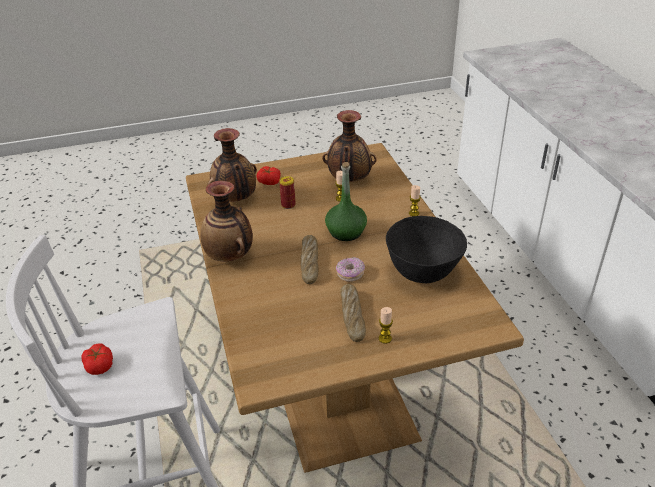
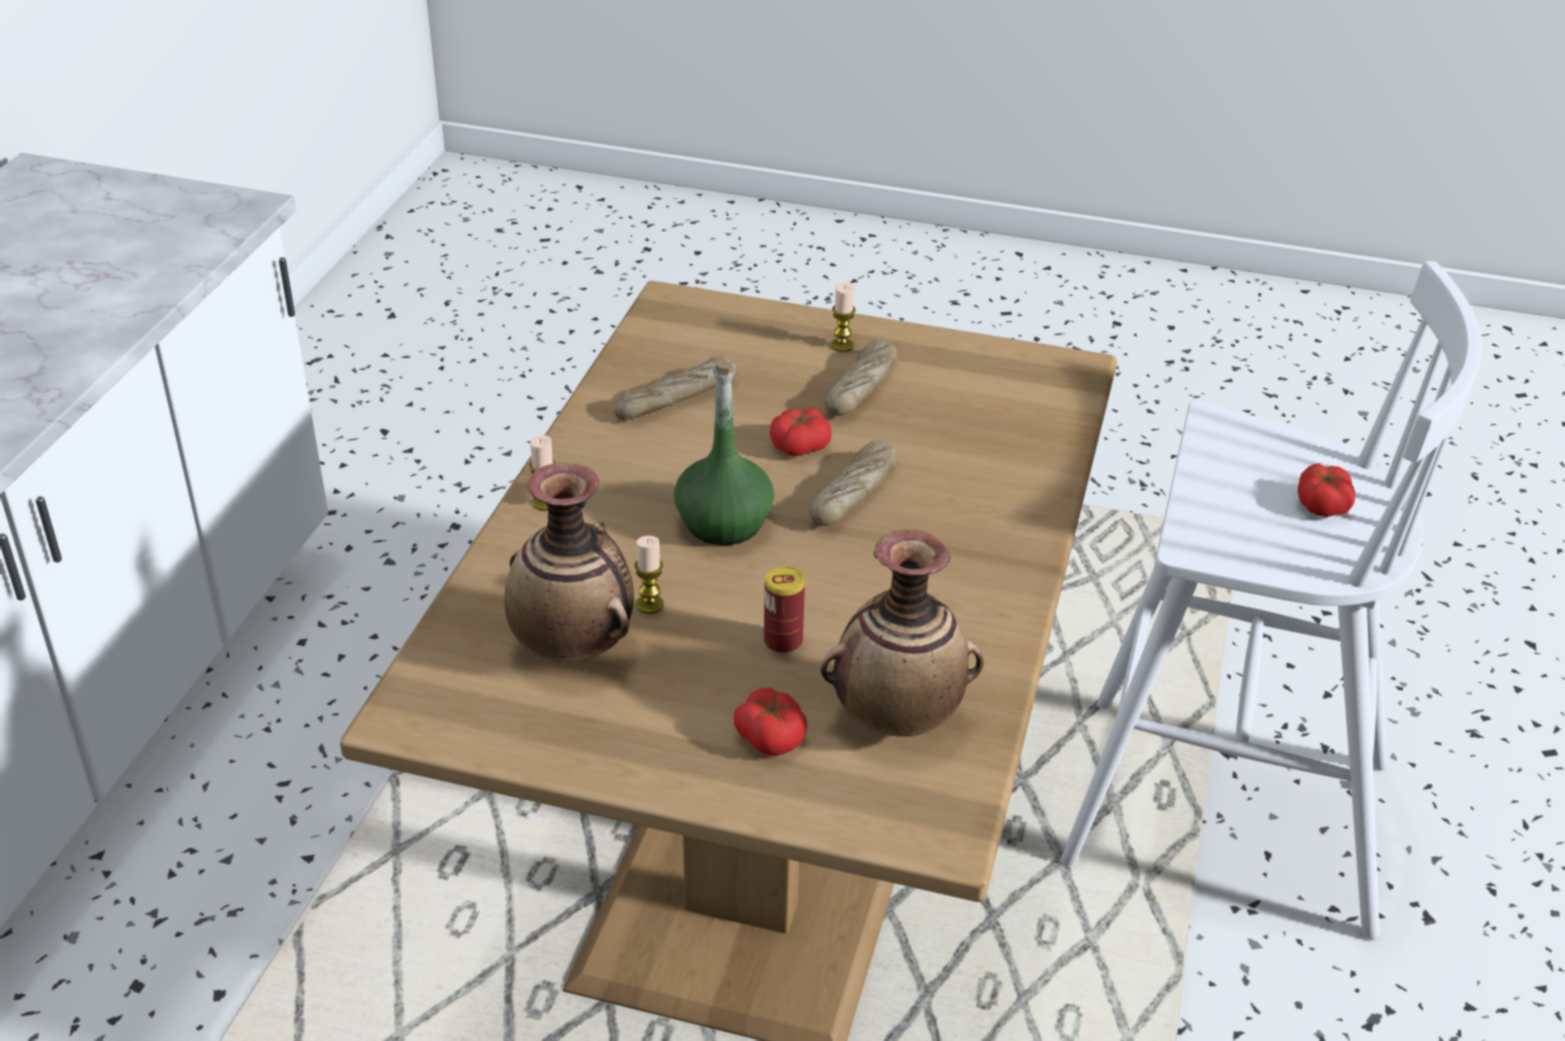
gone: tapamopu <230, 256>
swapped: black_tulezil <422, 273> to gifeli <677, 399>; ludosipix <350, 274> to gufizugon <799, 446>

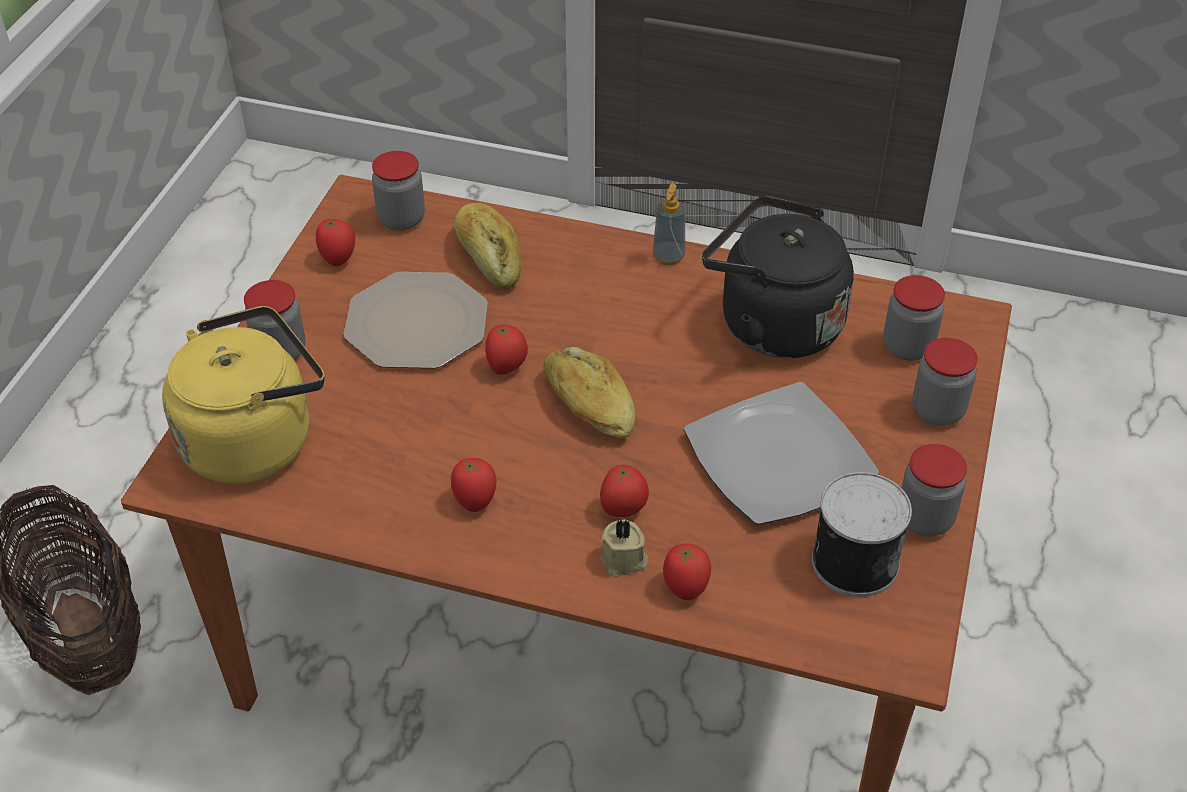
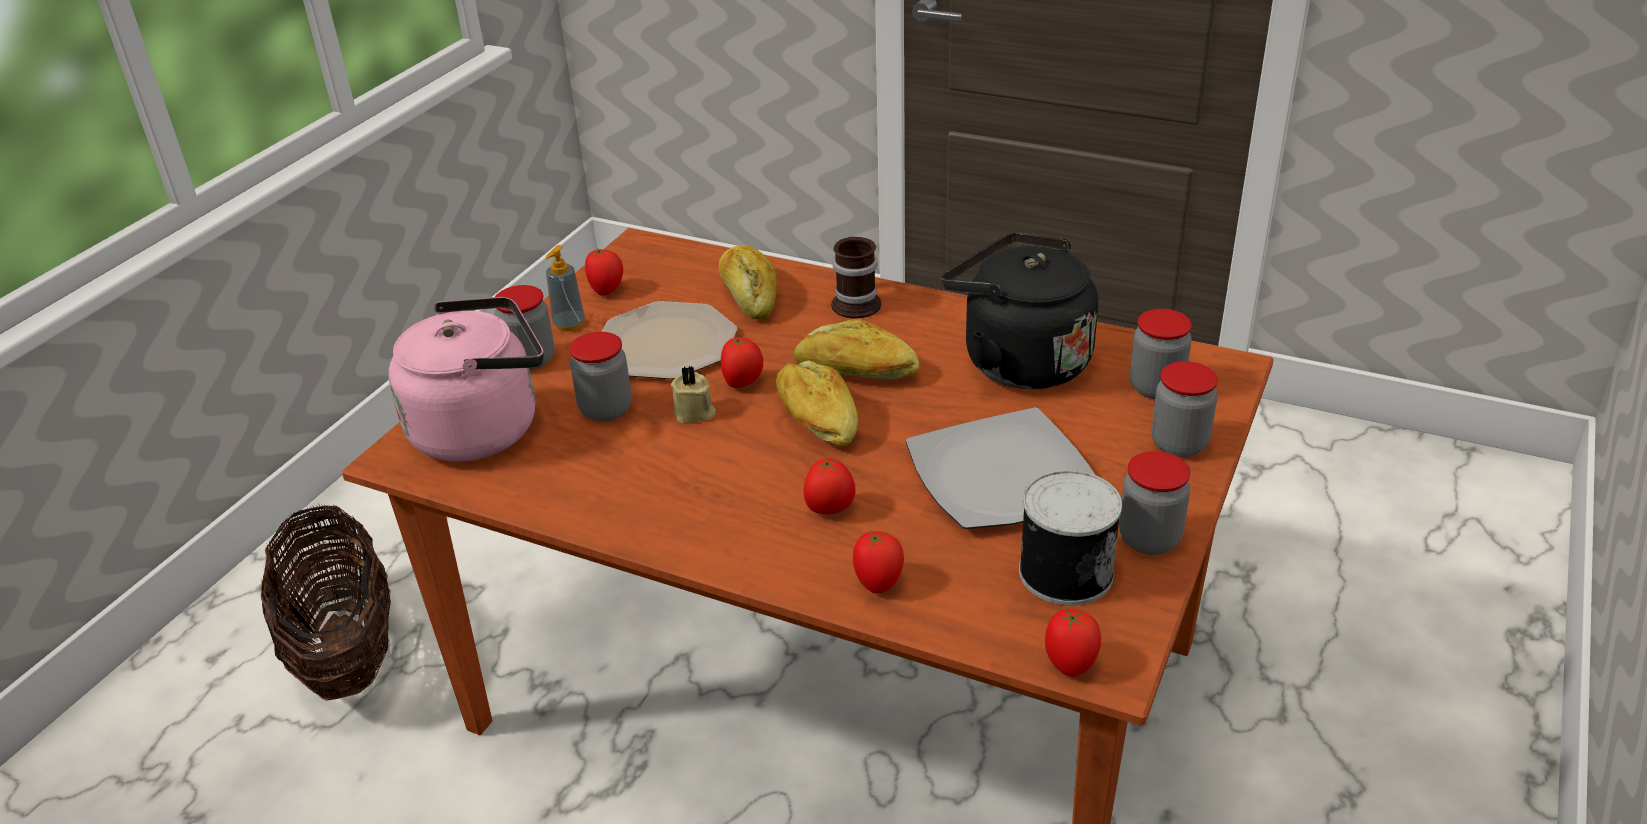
new: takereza <857, 302>; gifeli <856, 372>
shifted: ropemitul <401, 219> to <606, 410>; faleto <668, 256> to <569, 324>; gufizugon <475, 501> to <1070, 664>; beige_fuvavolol <624, 561> to <694, 413>
repainted: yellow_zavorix <254, 439> to pink_zavorix <483, 428>

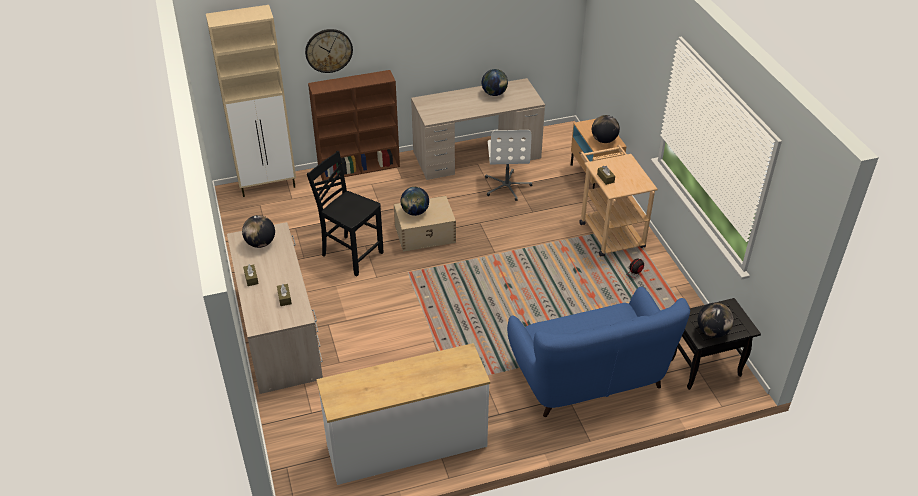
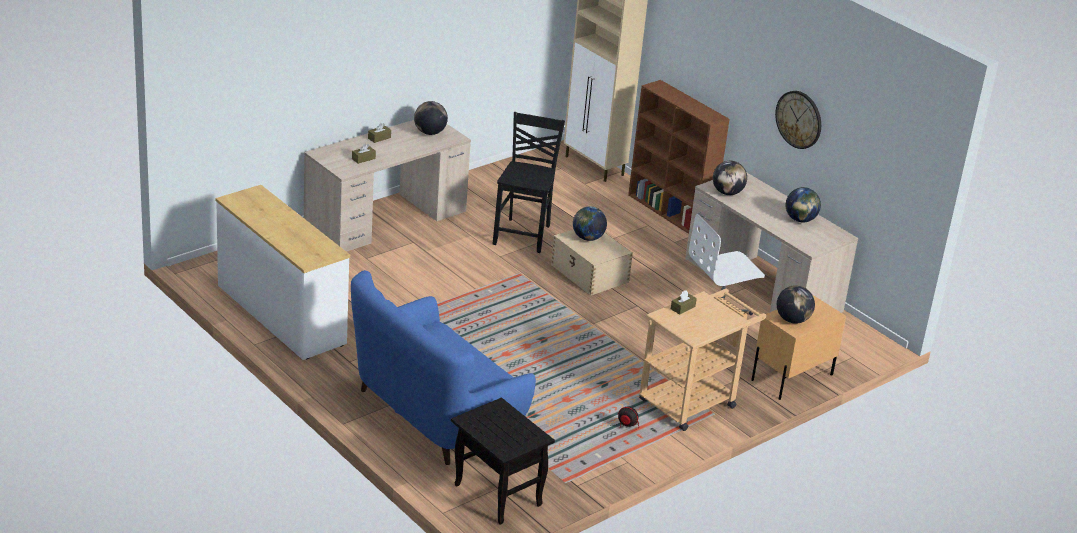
shifted: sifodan <328, 50> to <799, 119>; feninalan <712, 332> to <727, 193>

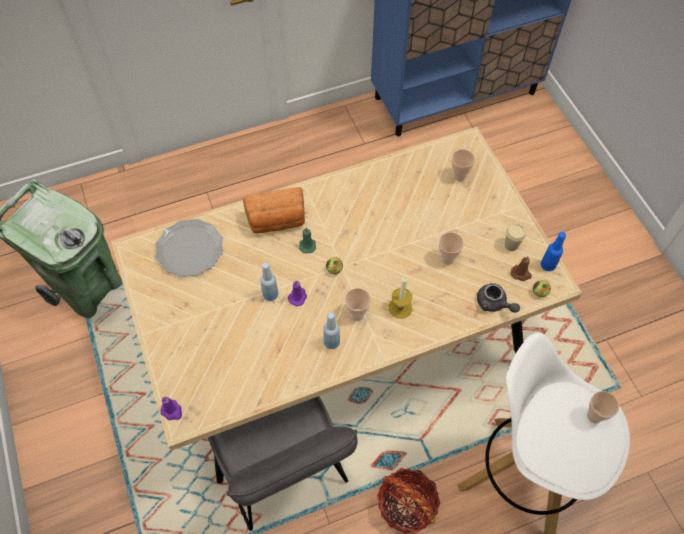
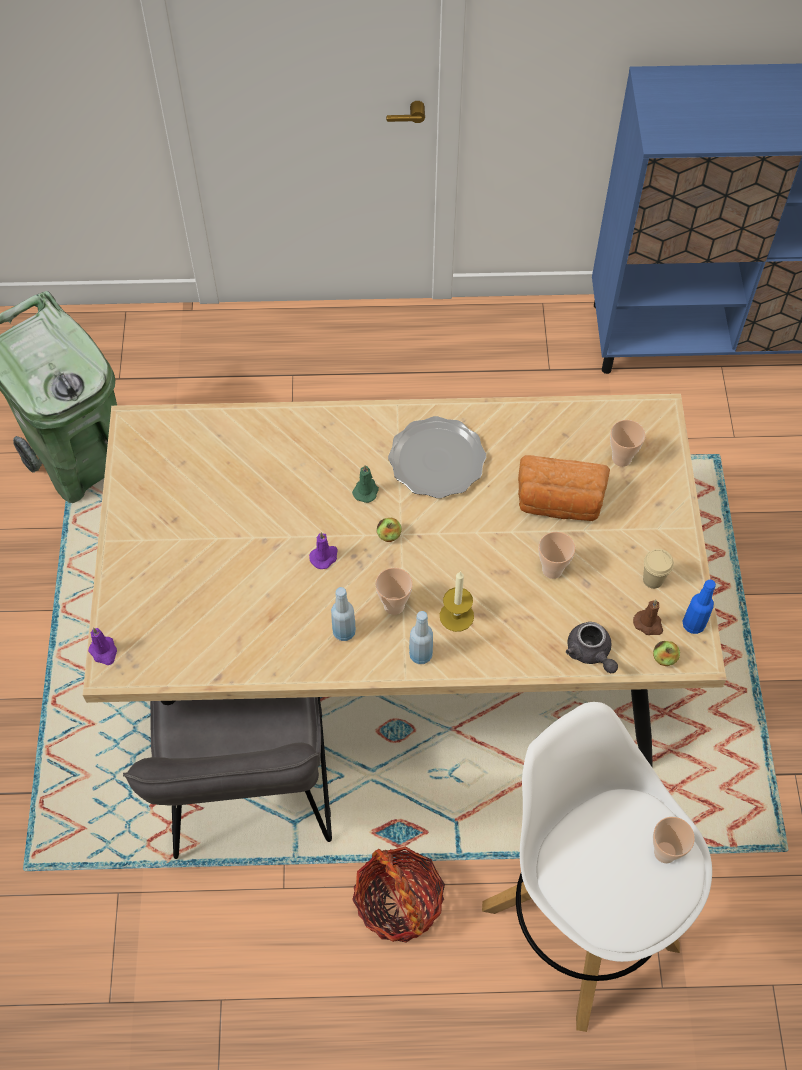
shifted: gifeli <277, 221> to <559, 503>; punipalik <190, 250> to <437, 460>; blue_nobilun <270, 295> to <420, 655>

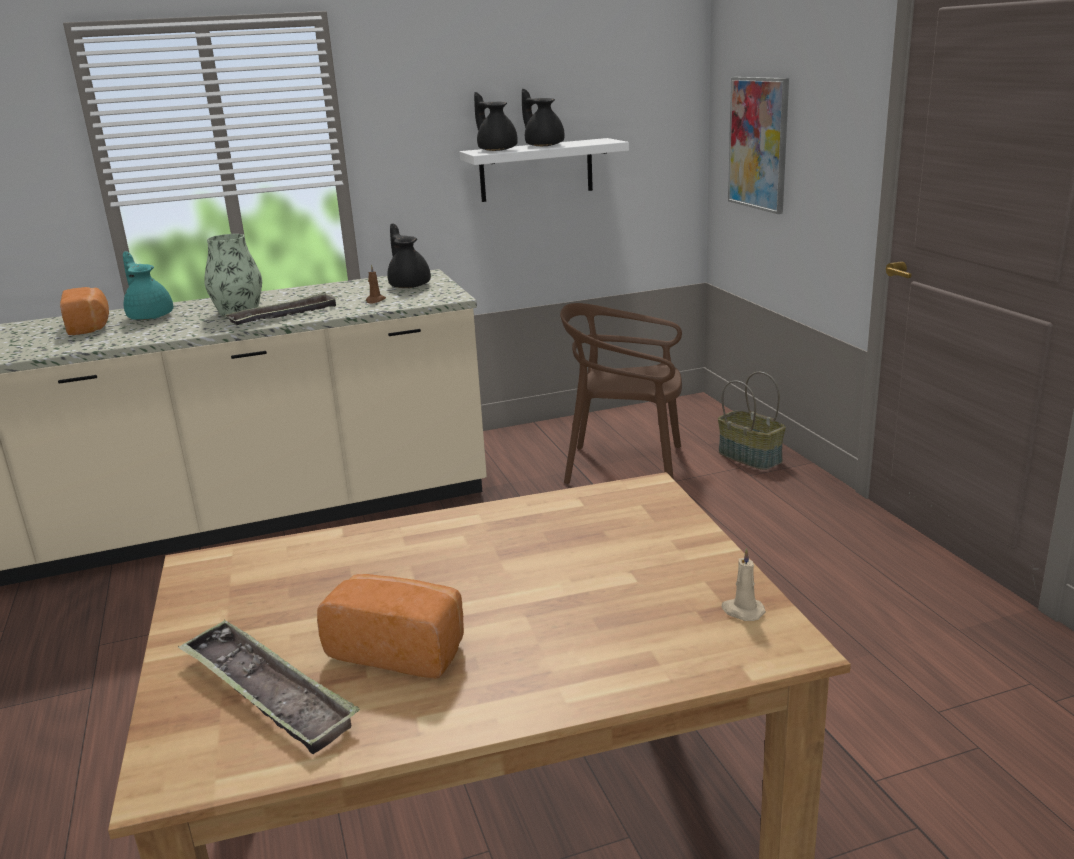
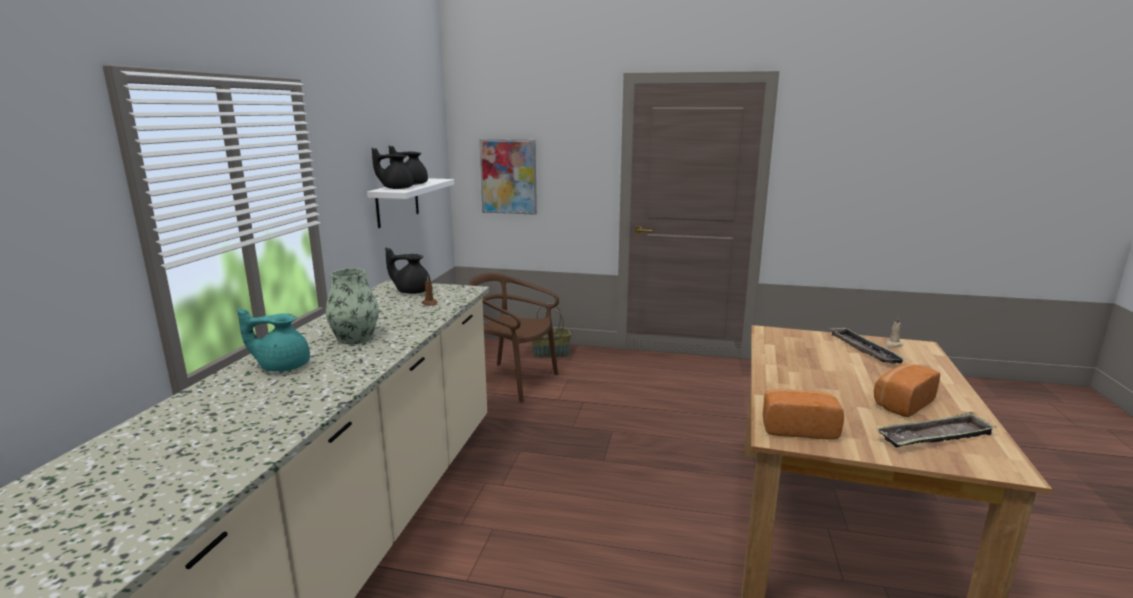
shifted: gifeli <90, 326> to <797, 428>; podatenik <284, 315> to <864, 350>
rotated: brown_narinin <626, 467> = <512, 381> 75 degrees clockwise

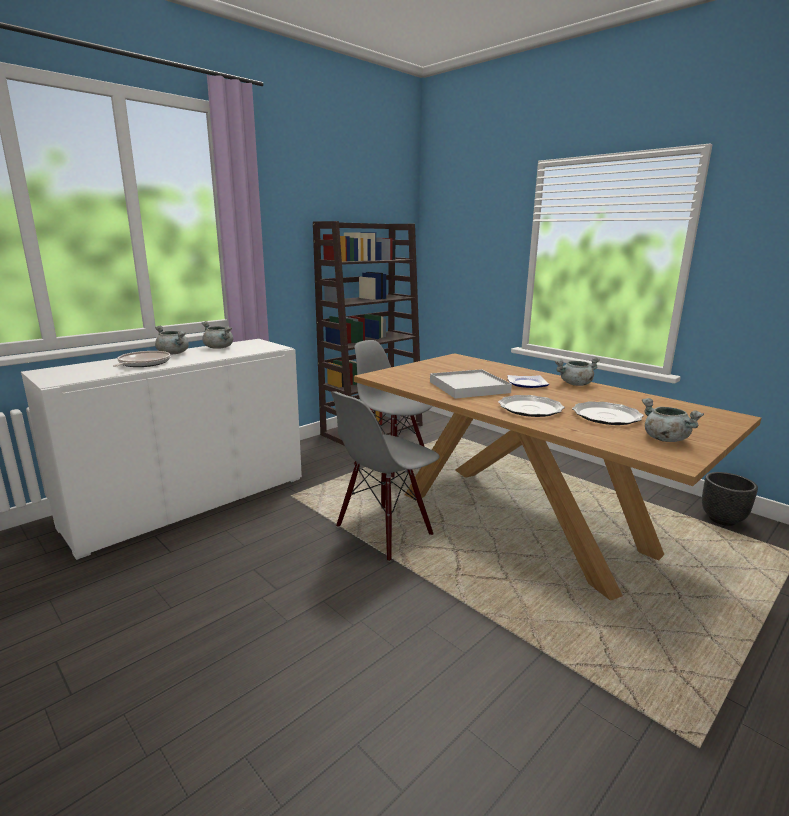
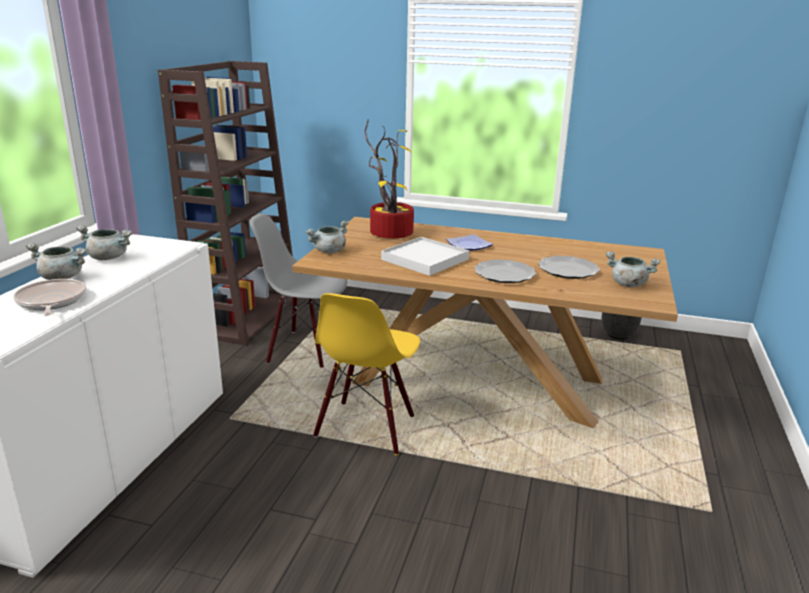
new: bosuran <387, 233>
shifted: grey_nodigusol <575, 384> to <329, 251>
repainted: grey_narinin <384, 532> to yellow_narinin <366, 427>

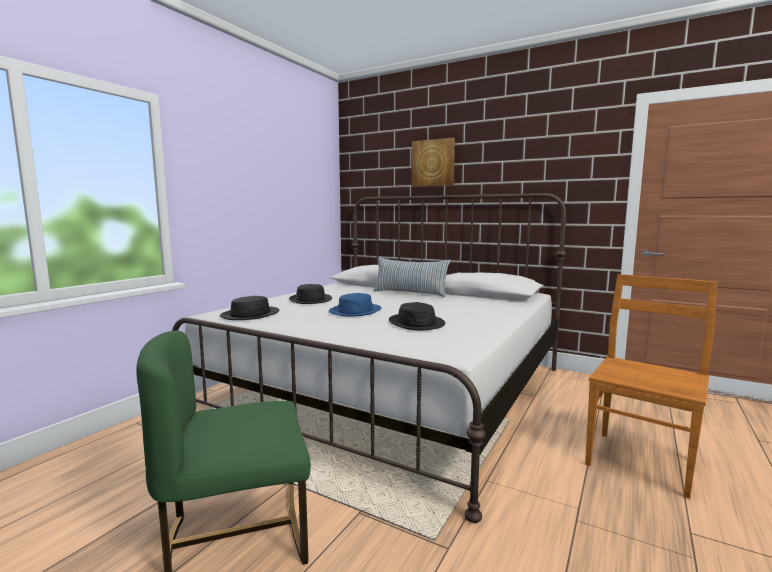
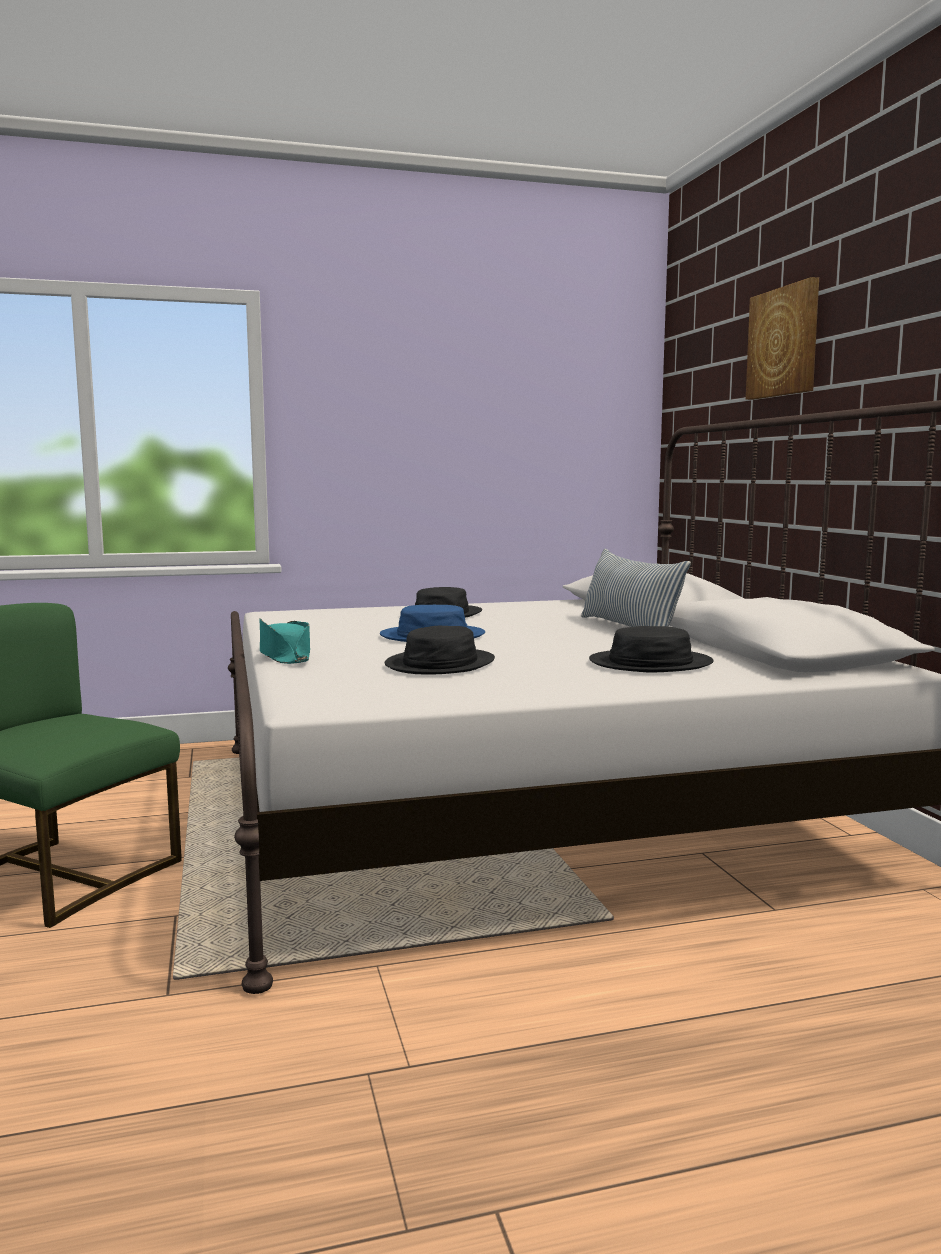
gone: brown_narinin <641, 461>
new: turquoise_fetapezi <285, 656>
shifted: black_fetapezi <250, 314> to <650, 663>

